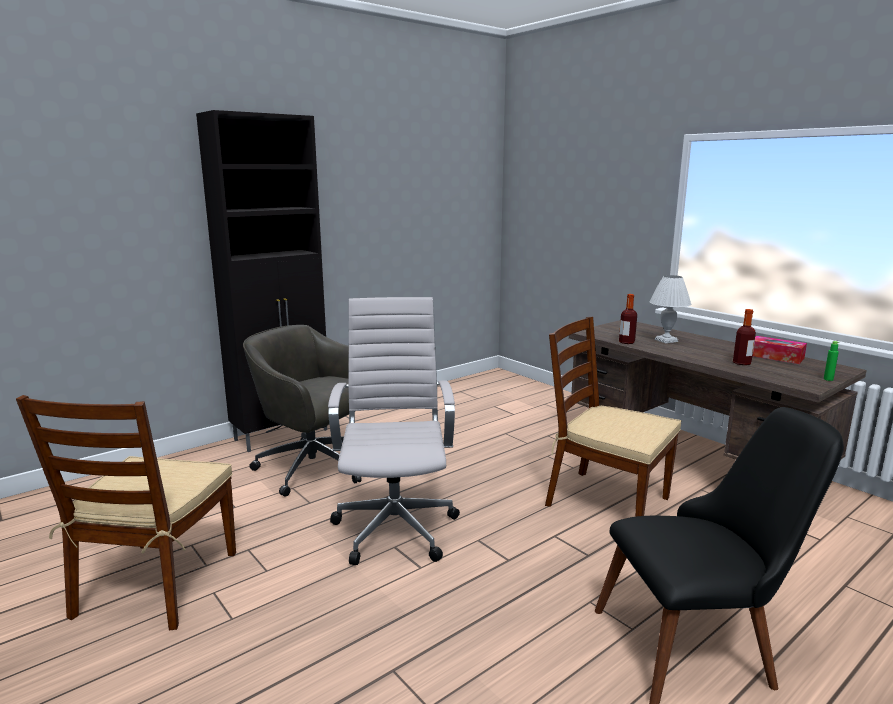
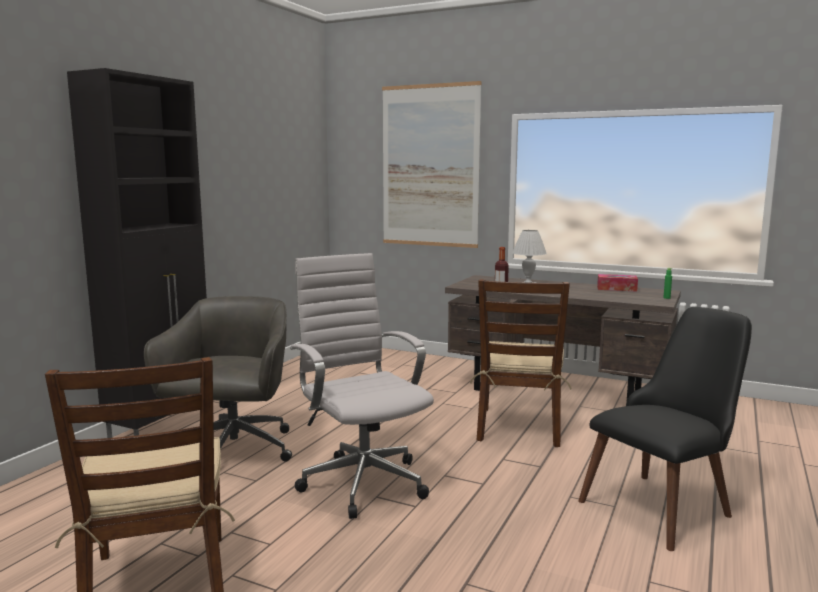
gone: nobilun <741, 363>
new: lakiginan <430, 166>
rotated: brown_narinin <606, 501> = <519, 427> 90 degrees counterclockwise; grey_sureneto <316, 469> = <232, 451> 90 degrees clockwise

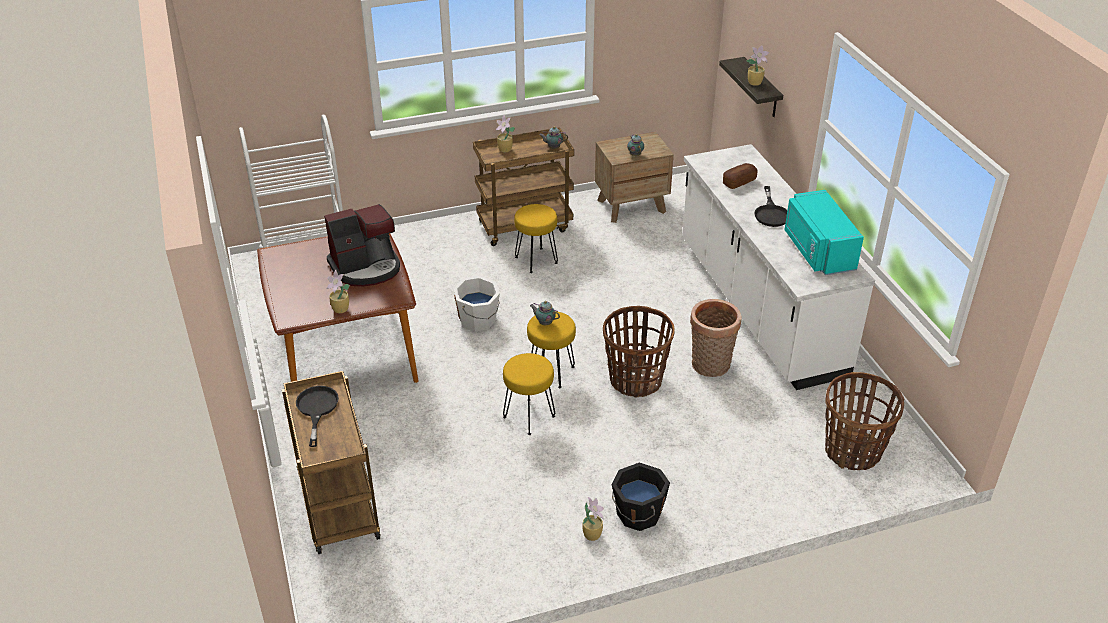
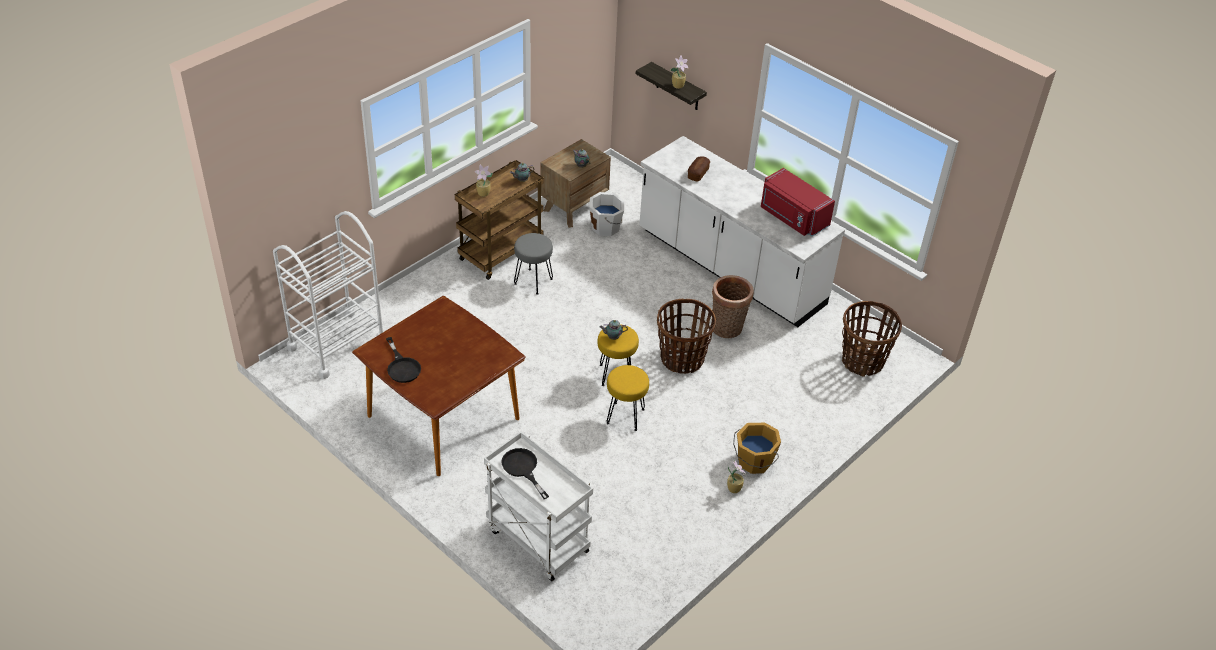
gone: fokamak <366, 267>; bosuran <341, 309>
shifted: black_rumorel <771, 213> to <402, 367>; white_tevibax <478, 320> to <606, 227>
repainted: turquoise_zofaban <817, 251> to red_zofaban <792, 217>; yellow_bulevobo <536, 260> to grey_bulevobo <533, 281>; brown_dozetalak <337, 506> to white_dozetalak <536, 540>; black_tevibax <637, 514> to orange_tevibax <754, 461>

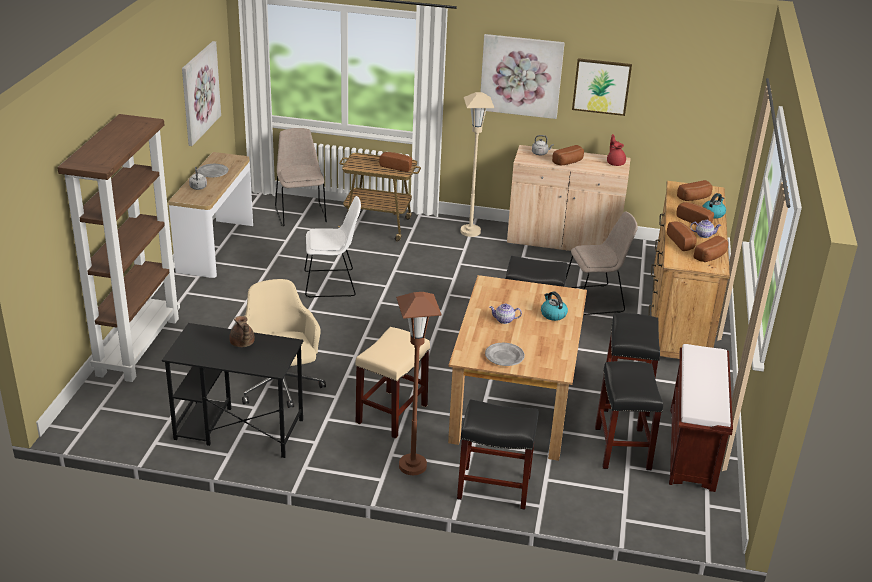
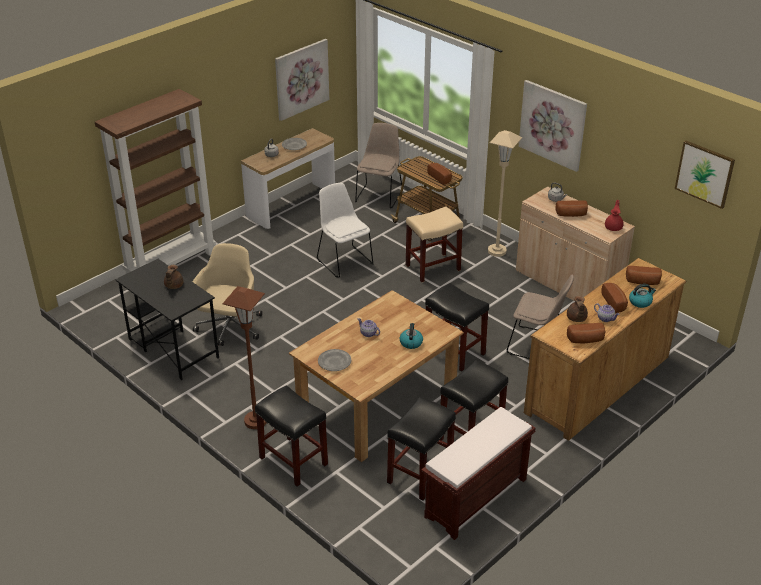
shifted: lakiginan <601, 86> to <704, 173>; beige_bulevobo <391, 413> to <433, 267>
swapped: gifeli <682, 242> to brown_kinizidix <576, 318>
rotated: white_narinin <332, 283> = <344, 261> 150 degrees counterclockwise

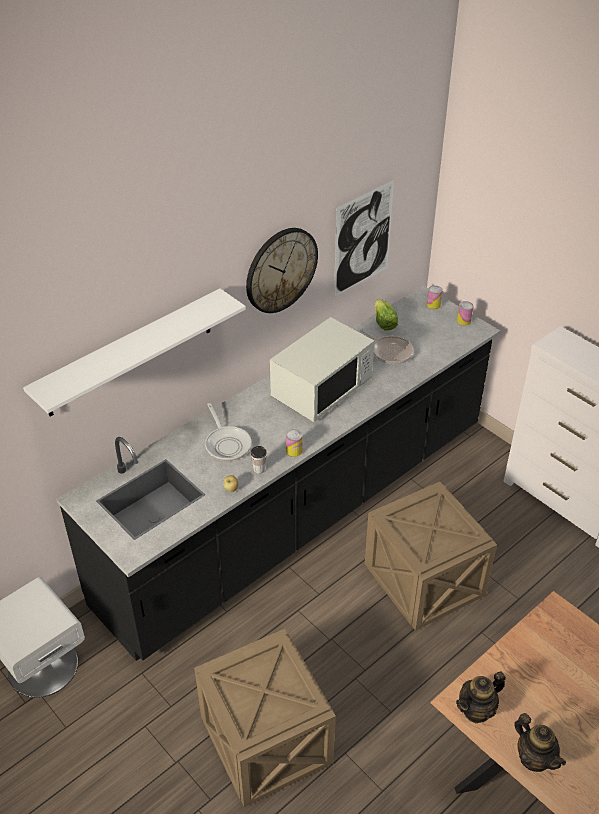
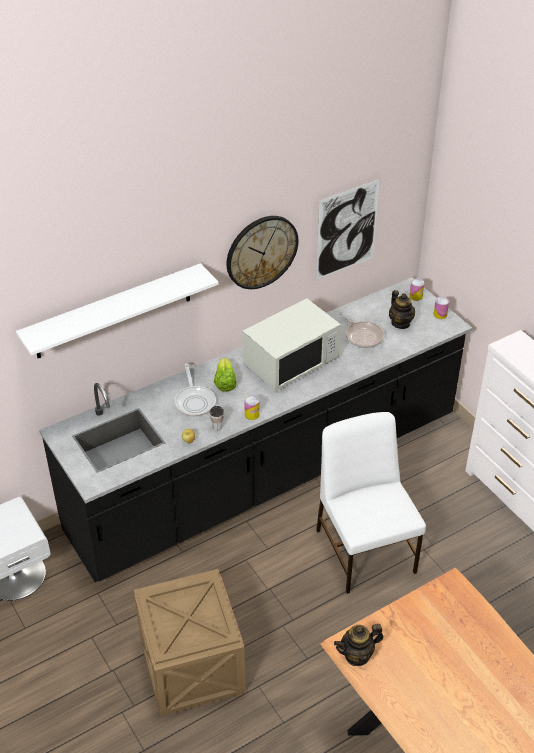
shifted: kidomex <383, 322> to <225, 382>; kinizidix <534, 758> to <400, 323>
swapped: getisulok <423, 579> to white_narinin <365, 549>

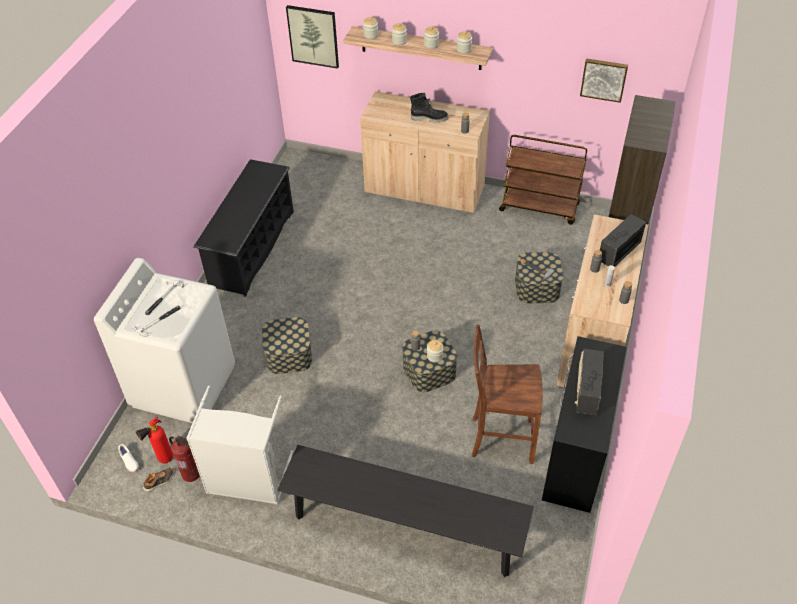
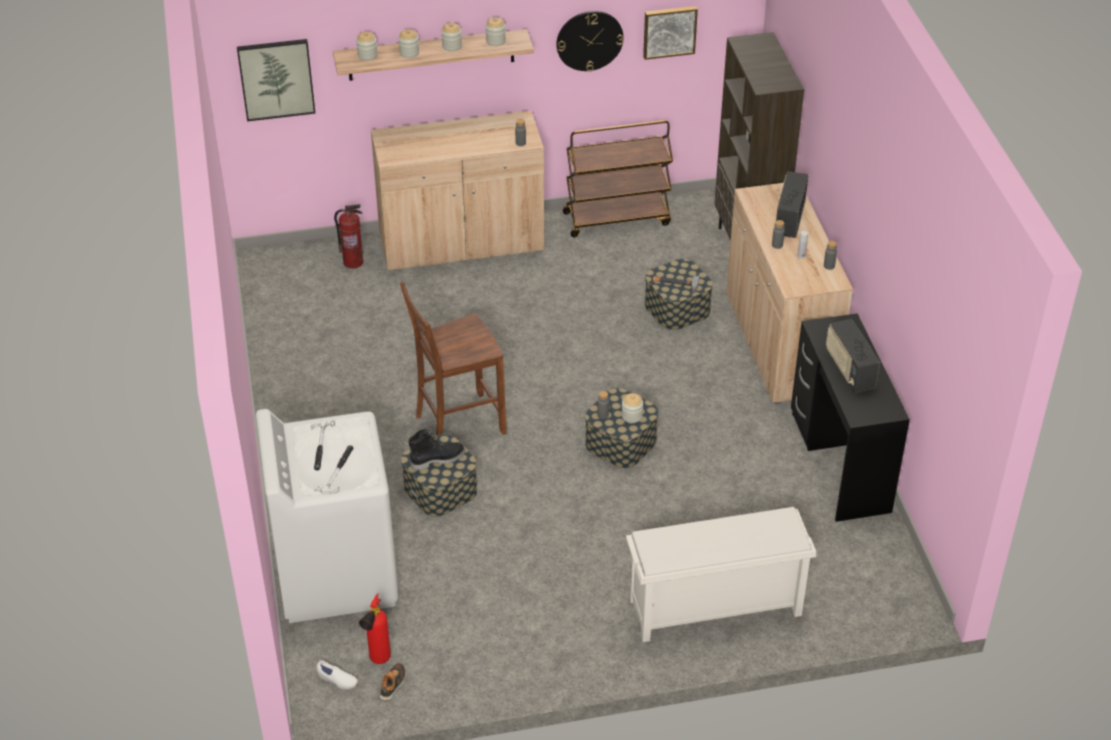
gone: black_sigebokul <252, 248>; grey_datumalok <247, 481>
new: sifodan <589, 40>
shifted: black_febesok <429, 118> to <437, 459>; brown_narinin <500, 438> to <457, 424>; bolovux <191, 473> to <353, 262>
swapped: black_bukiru <405, 528> to white_sigebokul <714, 608>

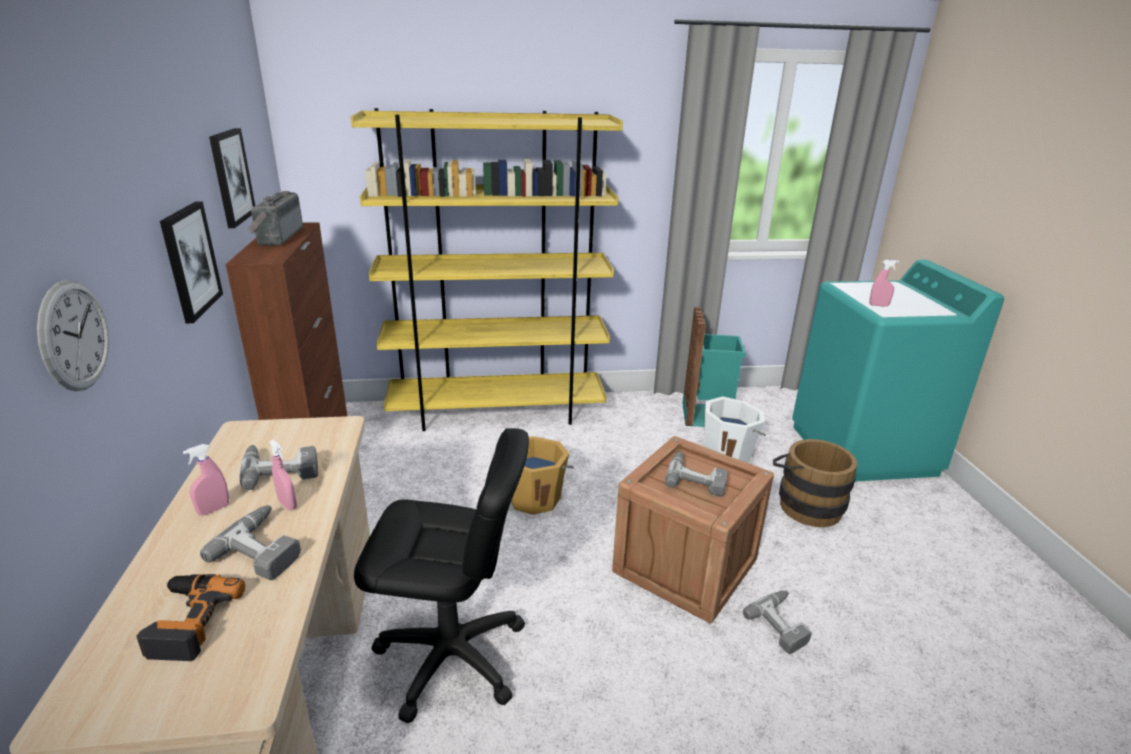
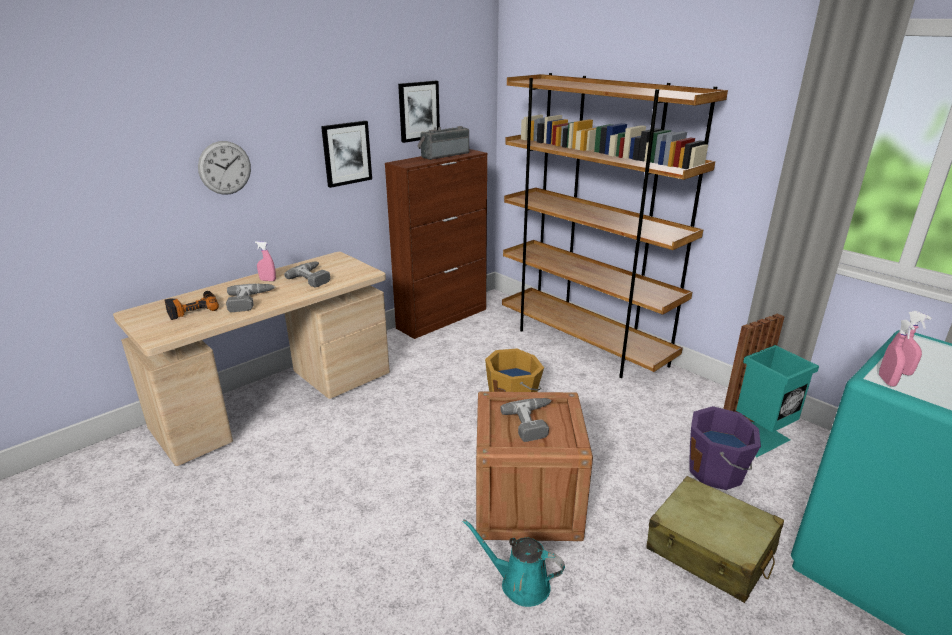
gone: black_sureneto <451, 657>
shifted: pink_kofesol <287, 504> to <886, 381>
swapped: brown_tevibax <805, 504> to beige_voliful <710, 550>; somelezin <783, 624> to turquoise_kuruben <520, 584>
repainted: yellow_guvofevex <497, 412> to brown_guvofevex <584, 344>; white_tevibax <728, 452> to purple_tevibax <717, 472>

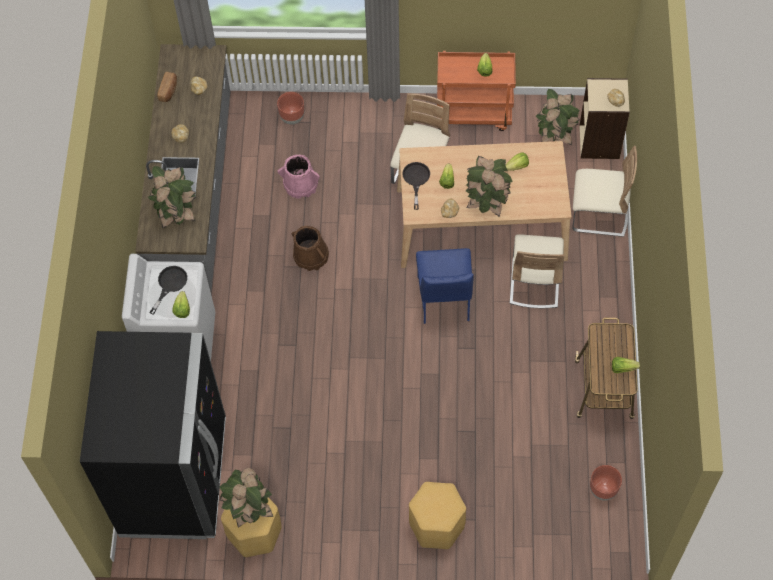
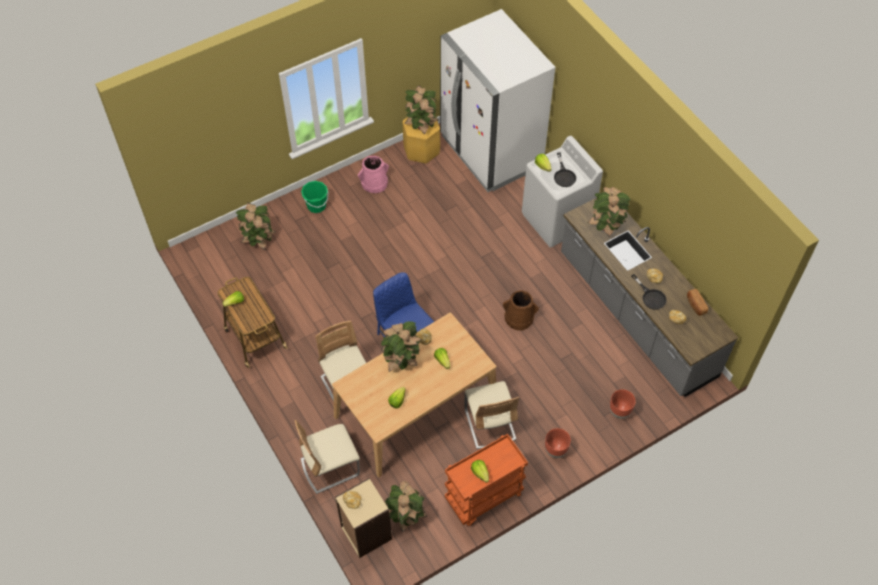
new: bosuran <259, 239>
shifted: pink_tevibax <300, 184> to <374, 183>; black_rumorel <416, 180> to <651, 297>; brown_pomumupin <603, 489> to <556, 450>
swapped: yellow_bulevobo <436, 525> to green_tevibax <316, 206>
repainted: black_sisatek <174, 477> to white_sisatek <490, 152>

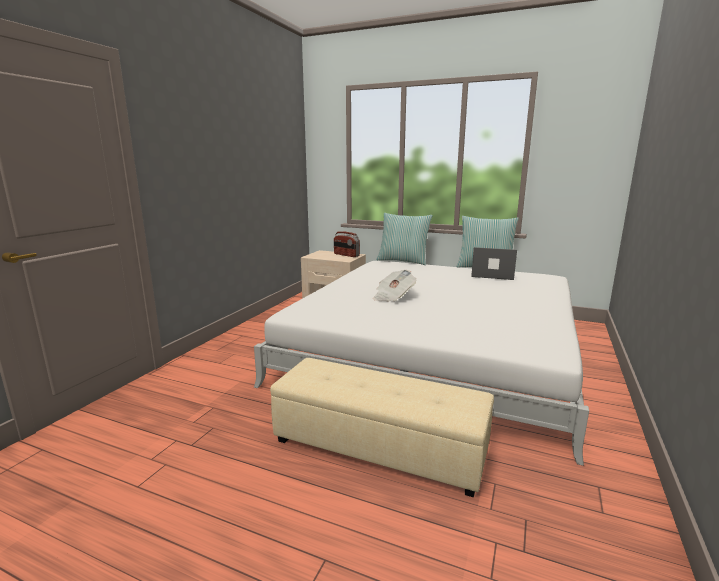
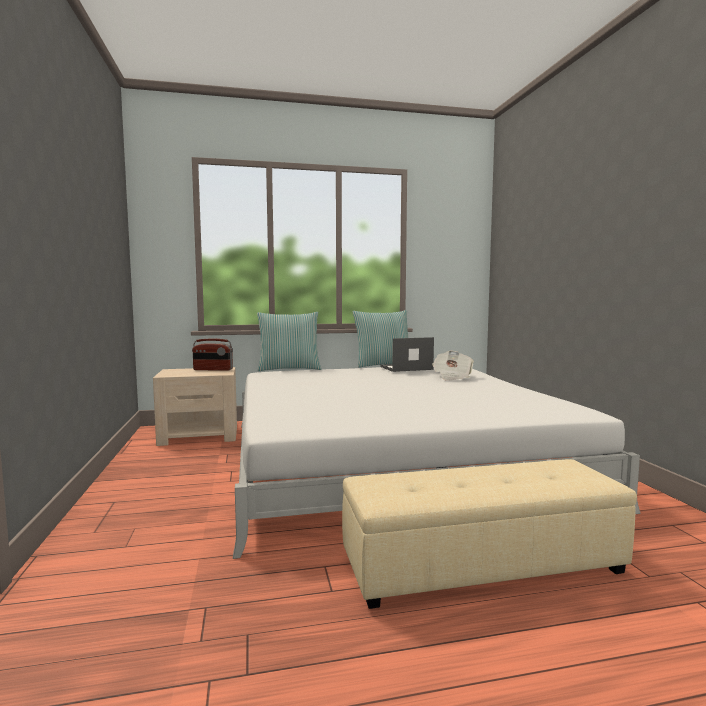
shifted: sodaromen <393, 297> to <452, 377>

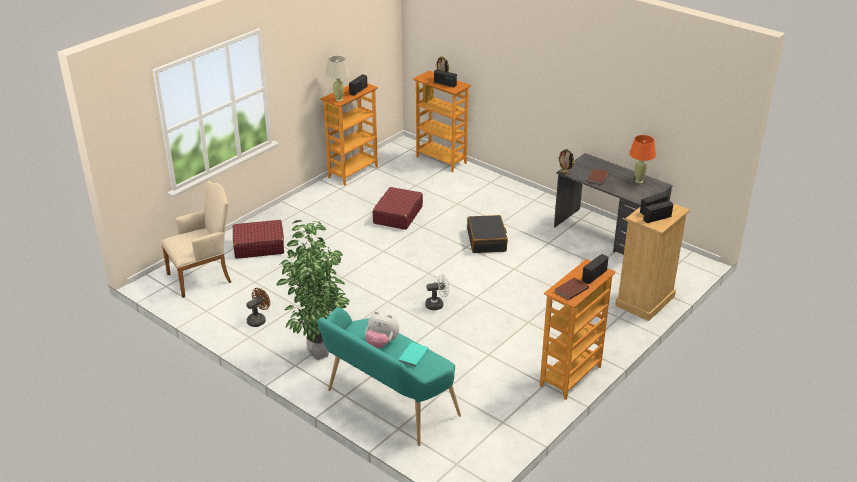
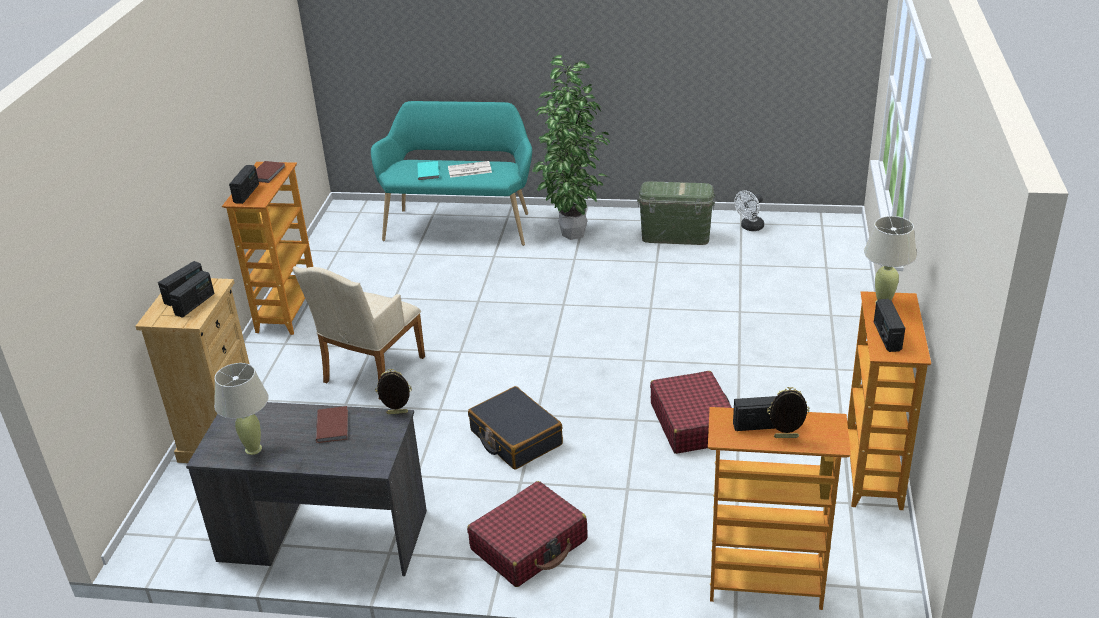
shifted: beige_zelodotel <203, 276> to <370, 373>; red_voliful <259, 246> to <529, 545>; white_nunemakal <437, 304> to <750, 227>
swapped: brown_nunemakal <258, 320> to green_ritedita <676, 236>; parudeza <381, 343> to sodaromen <469, 170>
repainted: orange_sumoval <638, 181> to beige_sumoval <253, 449>

